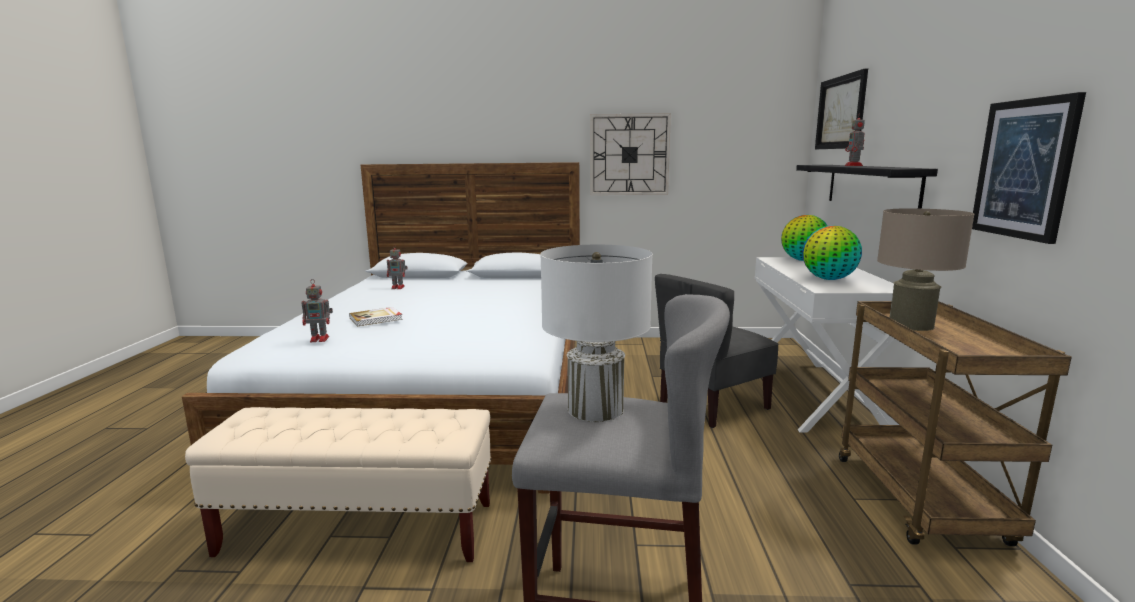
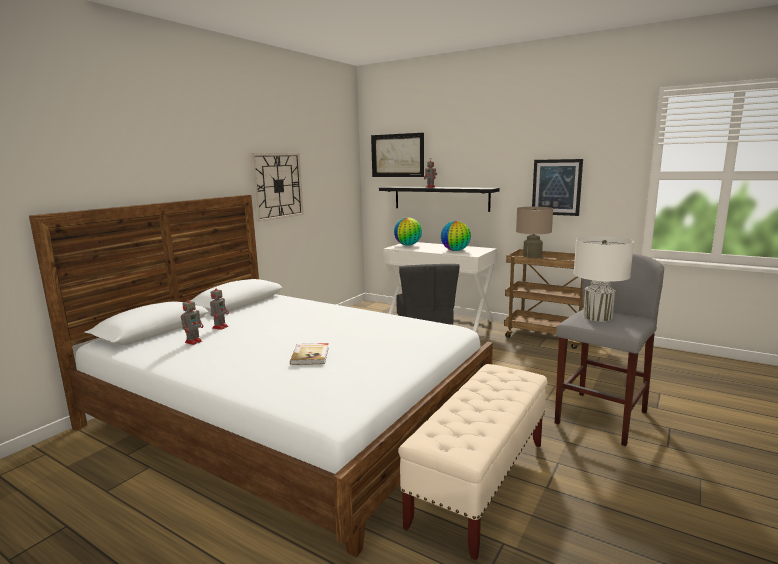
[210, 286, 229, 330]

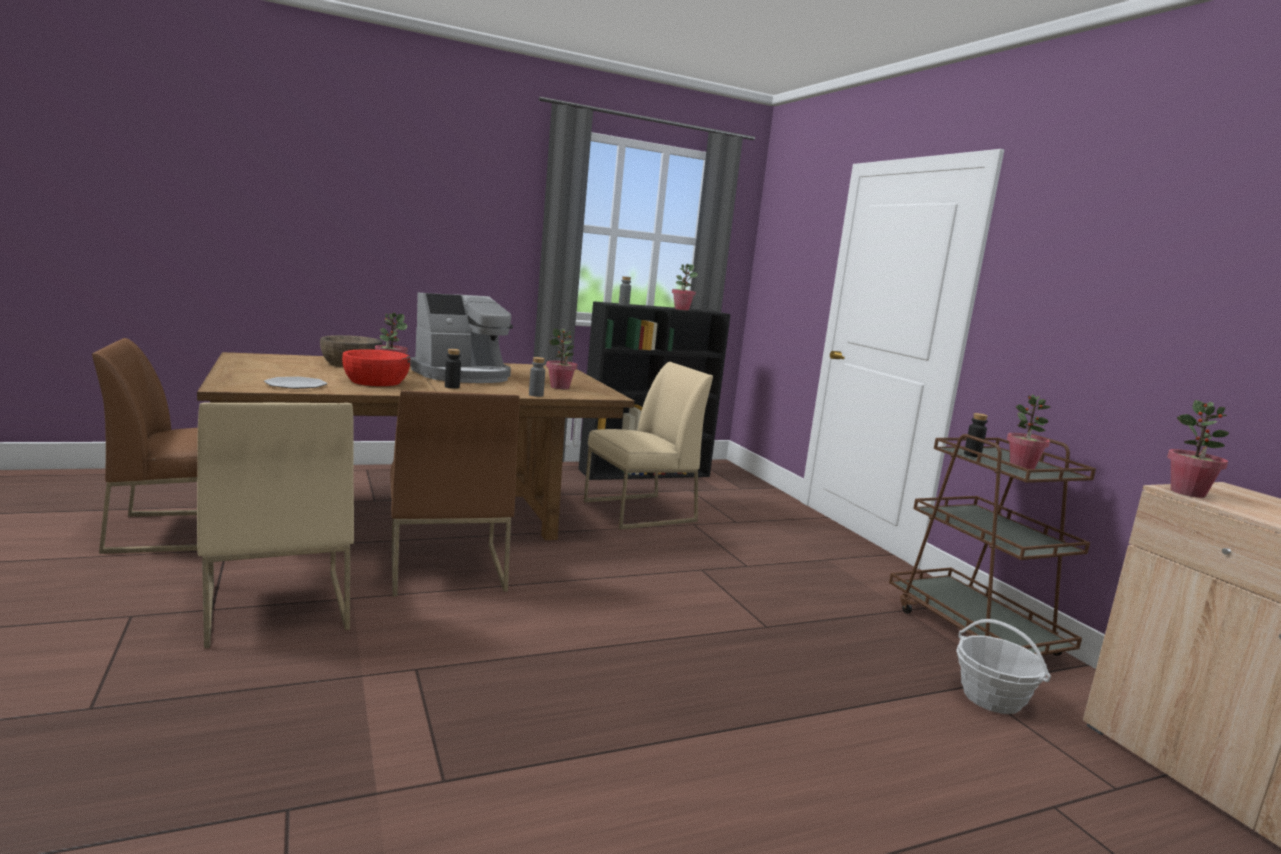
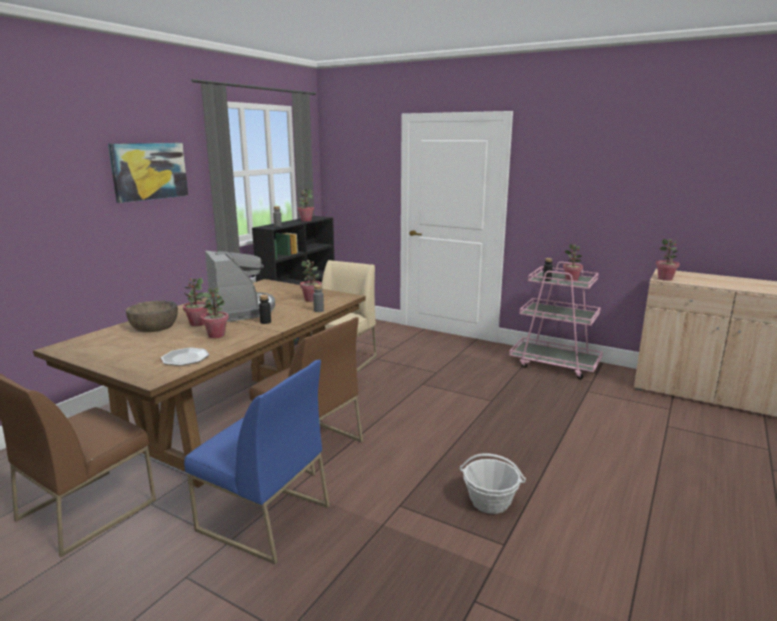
[108, 143, 188, 203]
[460, 453, 526, 514]
[201, 288, 229, 338]
[184, 360, 330, 564]
[509, 262, 603, 380]
[205, 250, 275, 322]

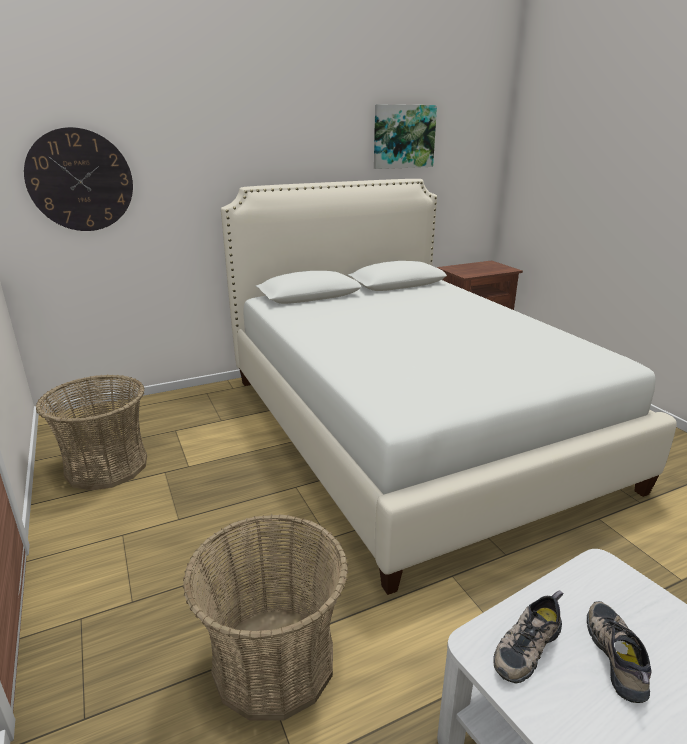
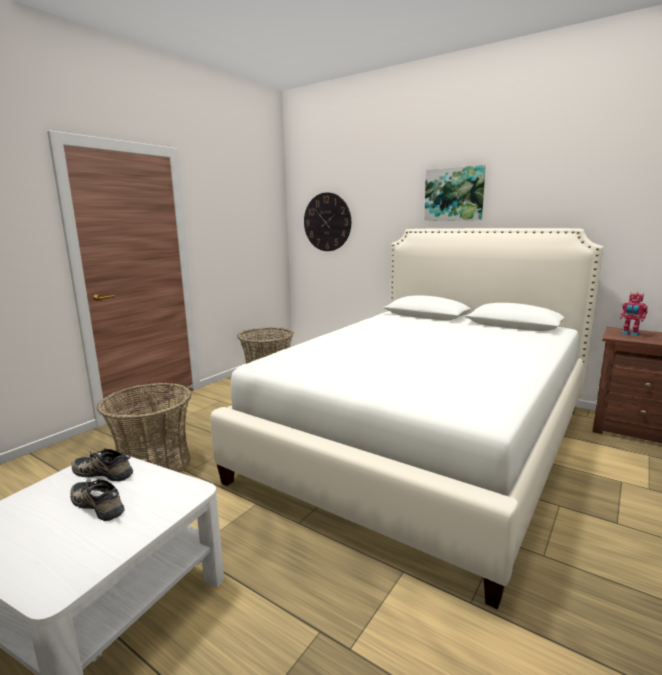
[620, 292, 648, 336]
[424, 165, 486, 221]
[70, 478, 125, 521]

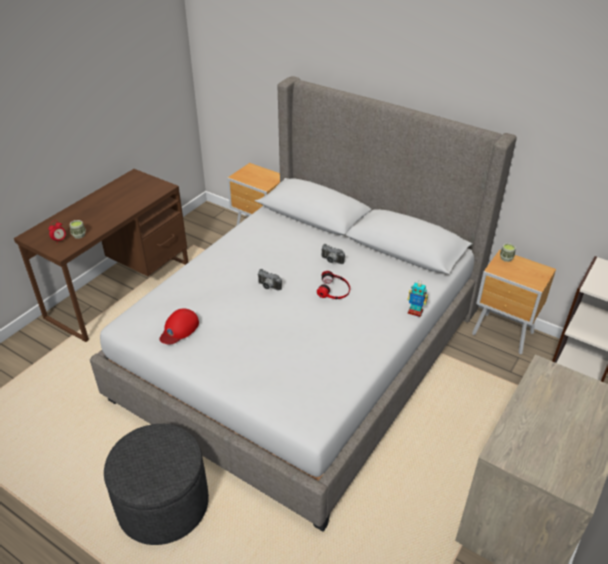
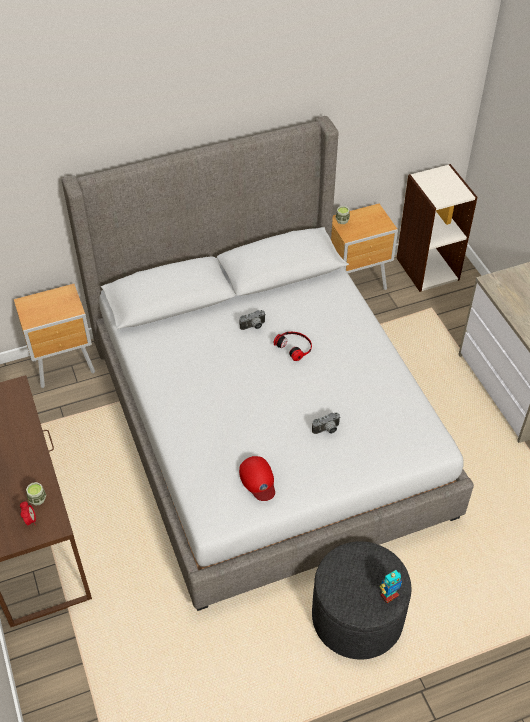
[312, 413, 341, 434]
[379, 570, 402, 603]

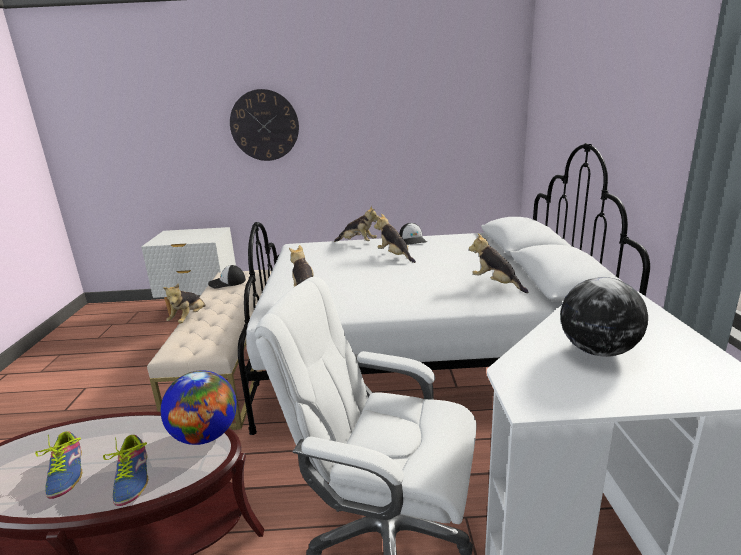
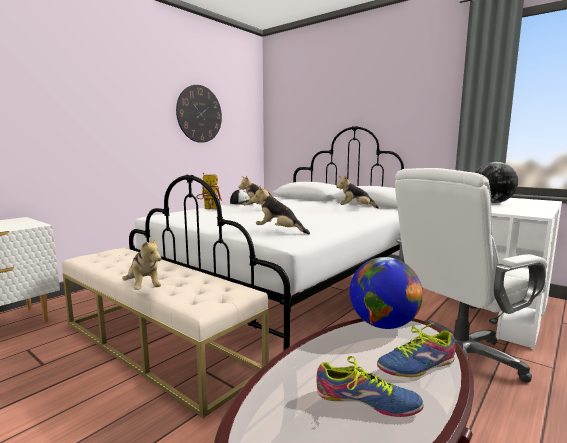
[208, 265, 246, 288] (first image)
[176, 85, 222, 143]
[196, 173, 222, 209]
[377, 322, 455, 377]

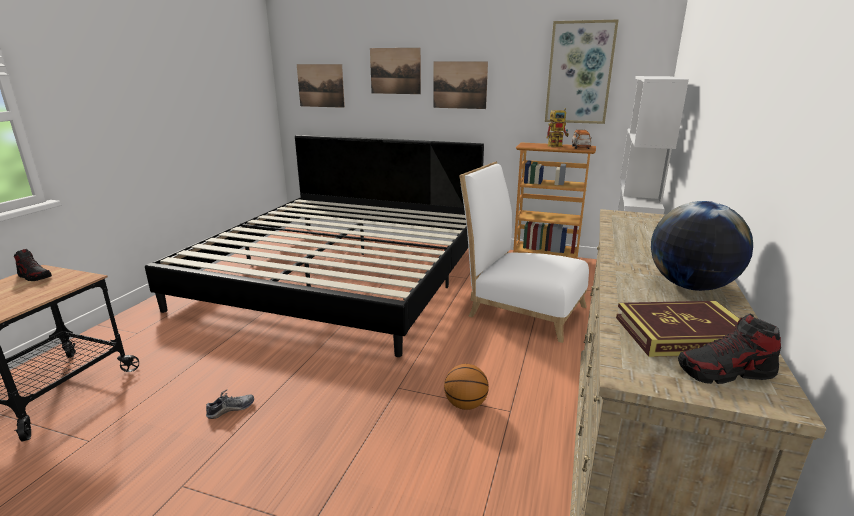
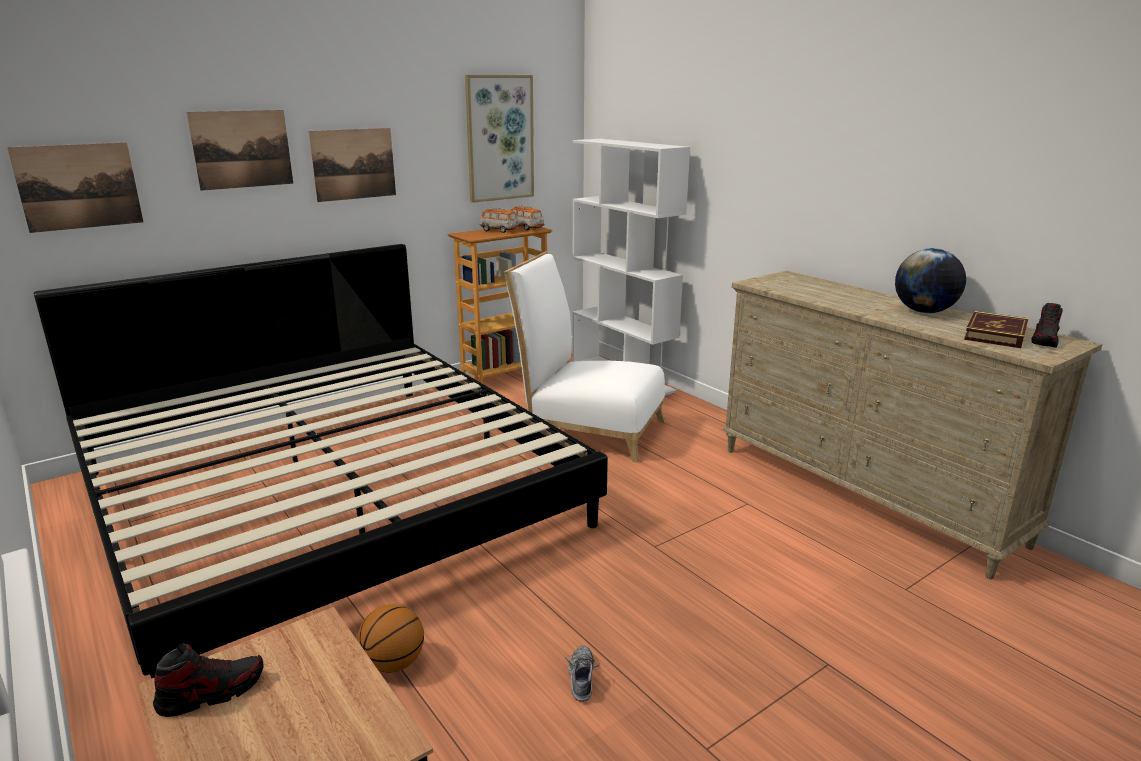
[357, 604, 424, 673]
[480, 207, 519, 233]
[504, 251, 665, 463]

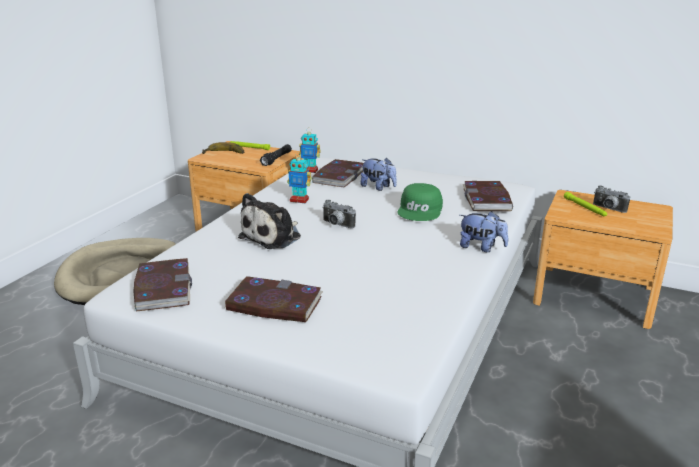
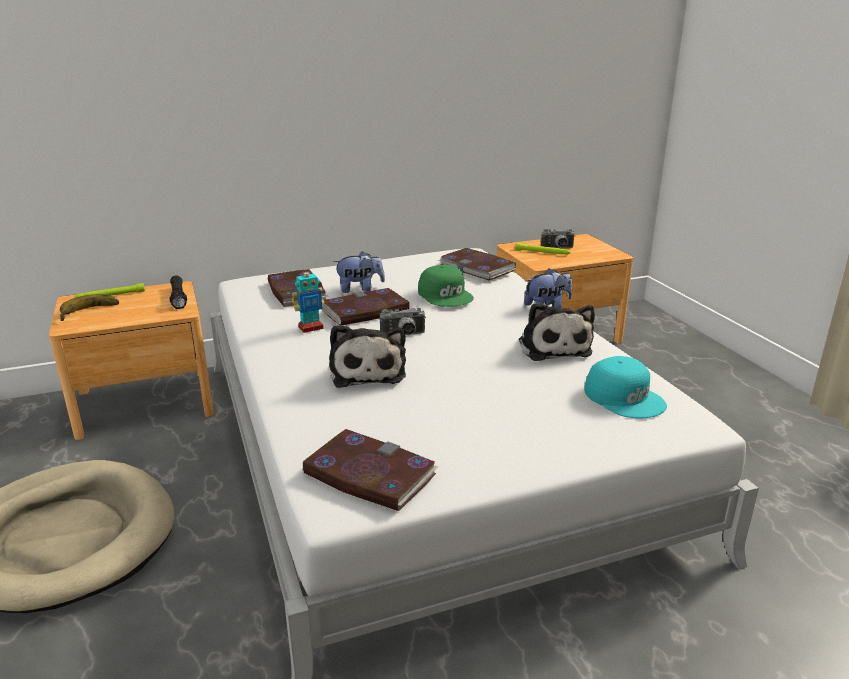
[299, 128, 321, 173] (first image)
[519, 303, 595, 361]
[584, 356, 667, 418]
[321, 288, 410, 326]

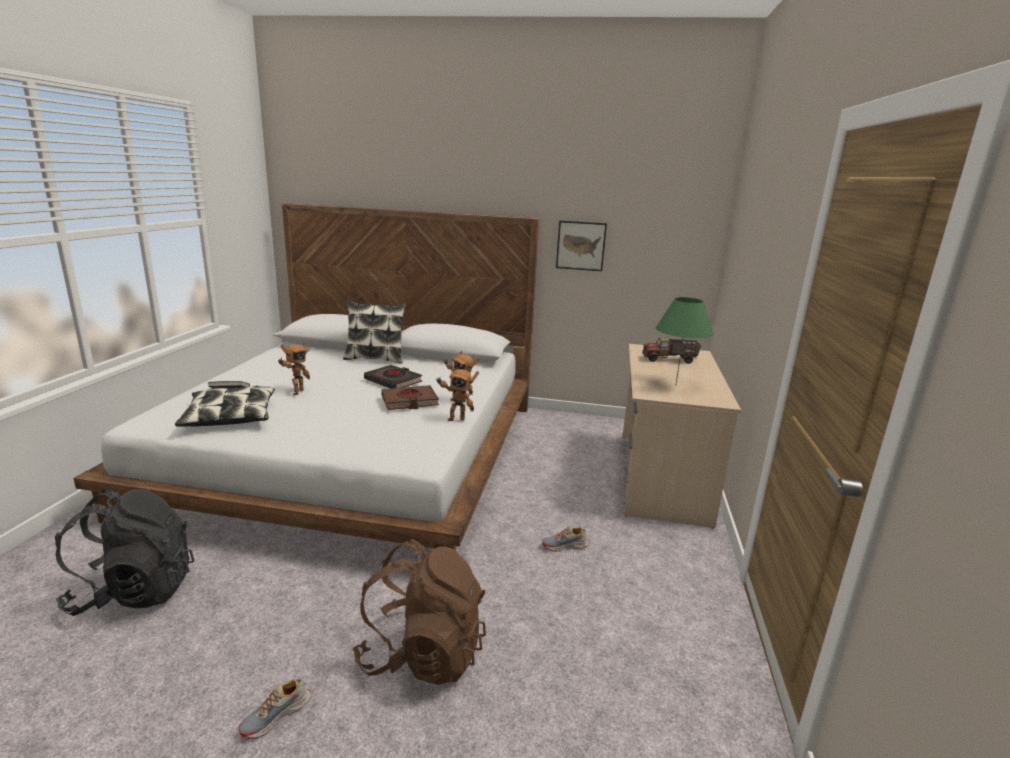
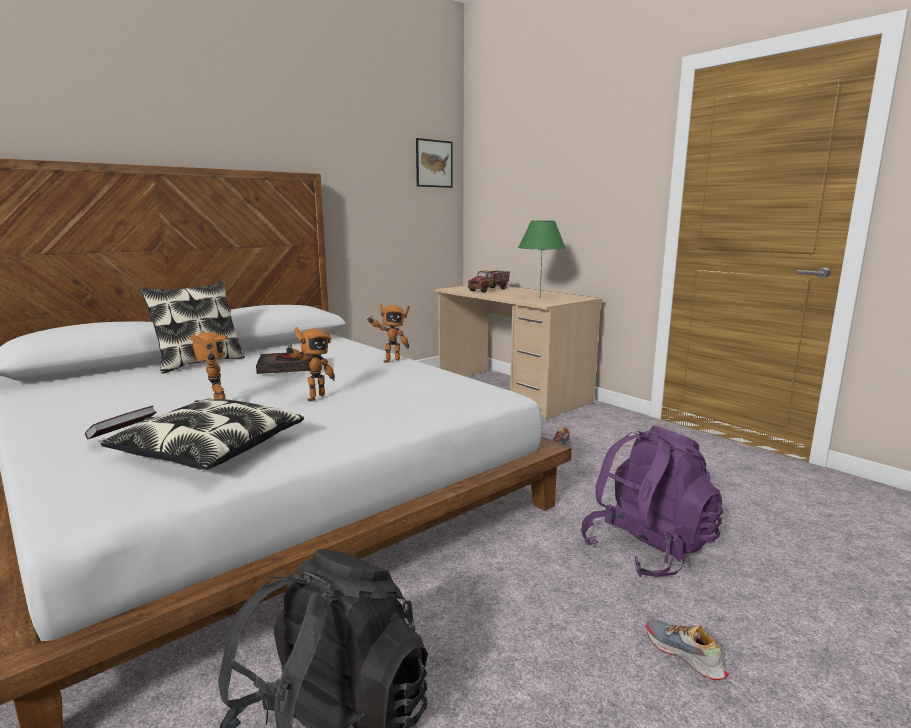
[381, 385, 439, 410] (first image)
[286, 327, 335, 402]
[416, 138, 453, 188]
[580, 426, 723, 577]
[646, 620, 729, 680]

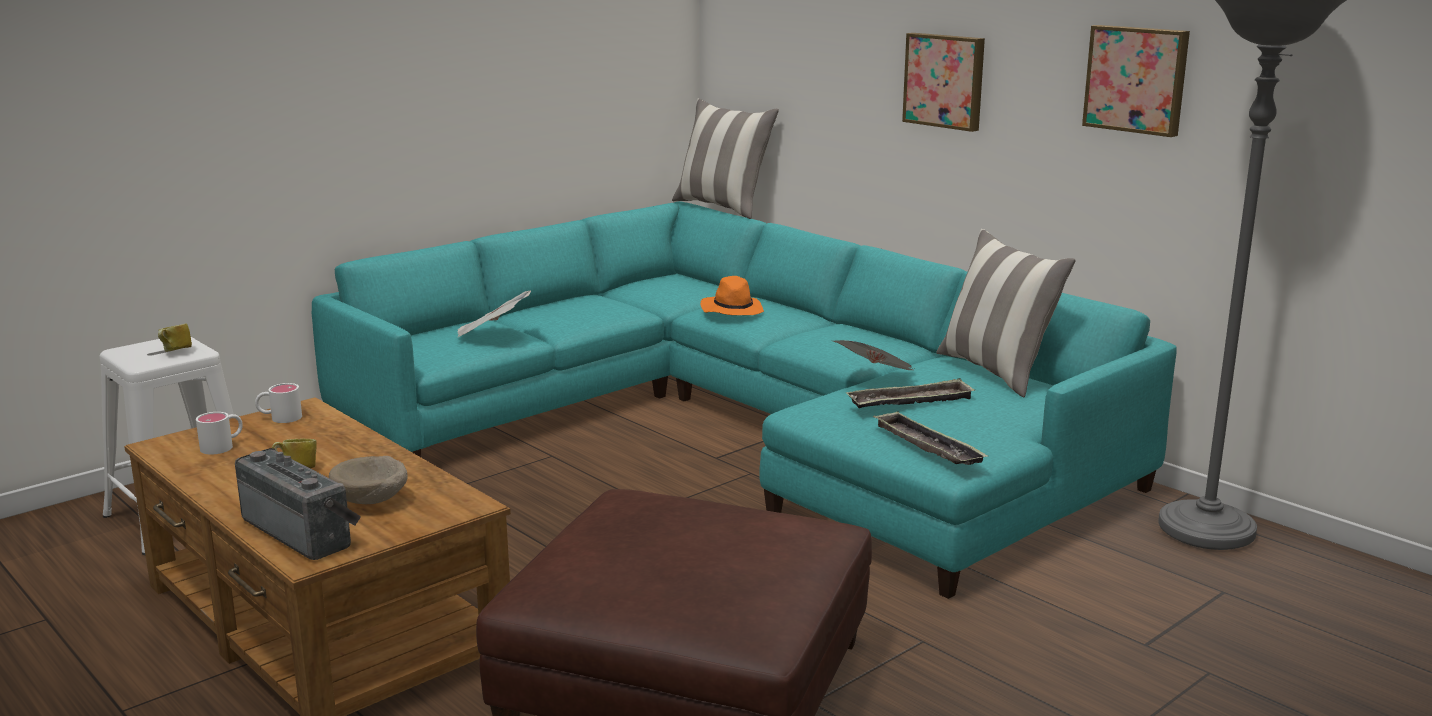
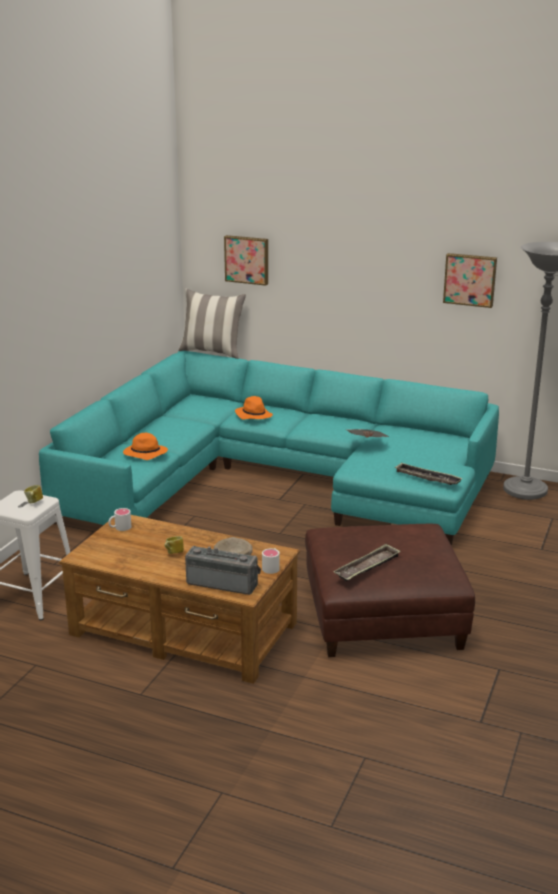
[936, 229, 1076, 397] (first image)
[262, 548, 280, 574]
[333, 543, 401, 581]
[224, 235, 268, 286]
[123, 433, 168, 460]

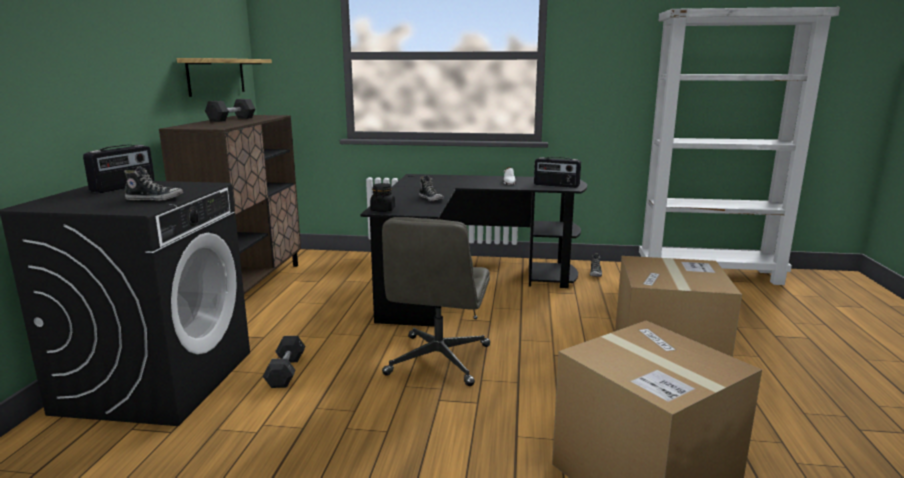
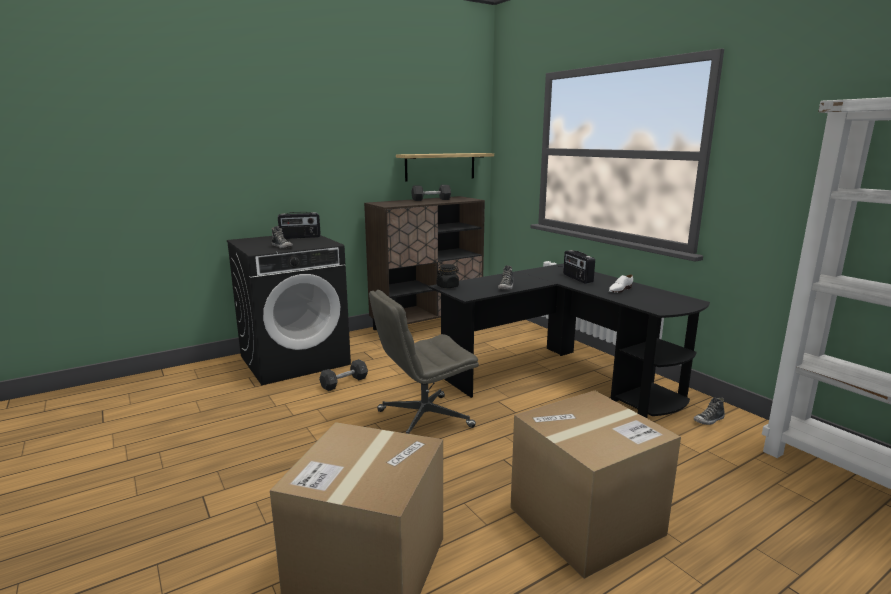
[563, 250, 595, 284]

